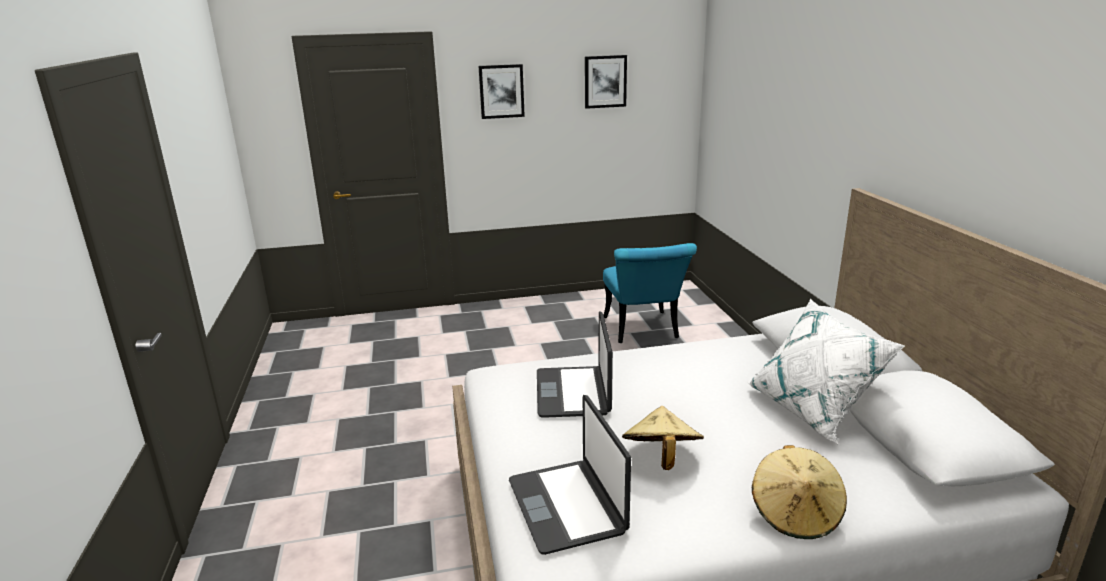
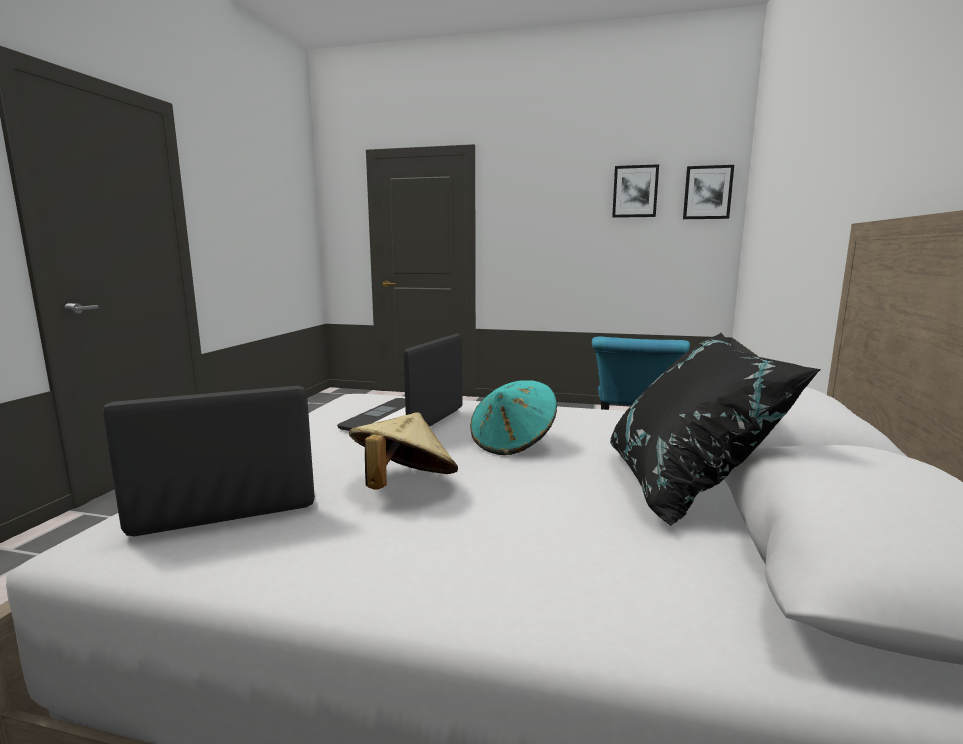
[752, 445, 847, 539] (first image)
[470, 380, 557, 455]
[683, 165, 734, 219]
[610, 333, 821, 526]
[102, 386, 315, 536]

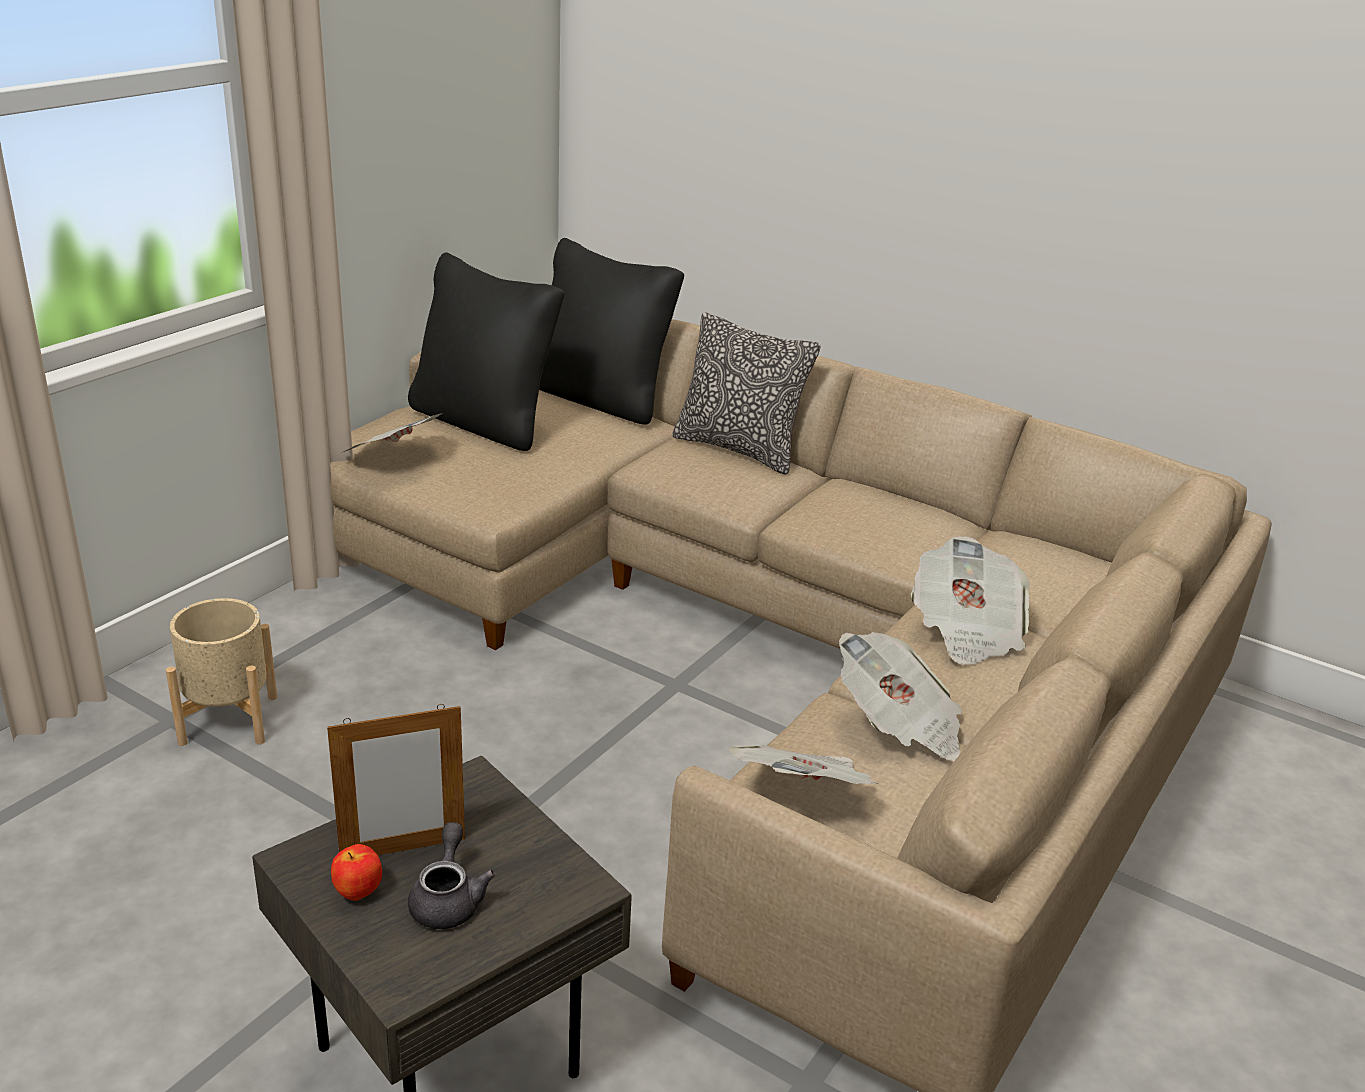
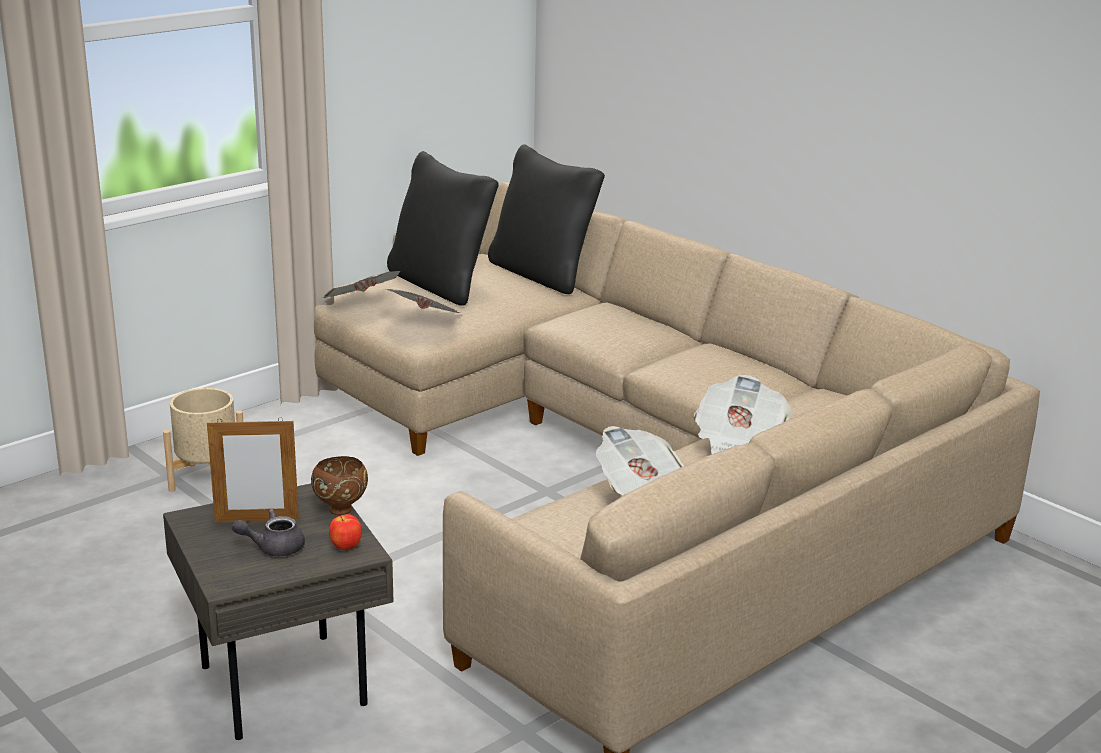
[672, 312, 821, 474] (first image)
[311, 456, 368, 515]
[329, 514, 362, 550]
[386, 289, 463, 313]
[232, 509, 305, 556]

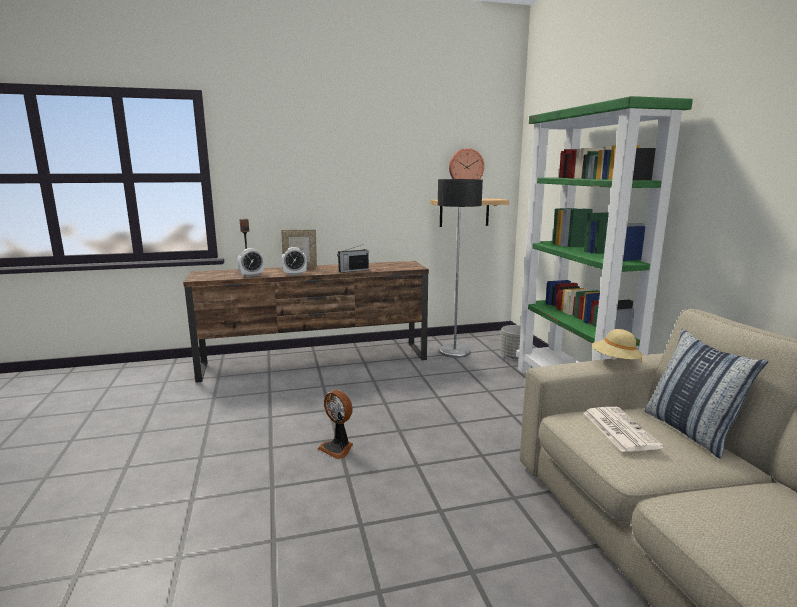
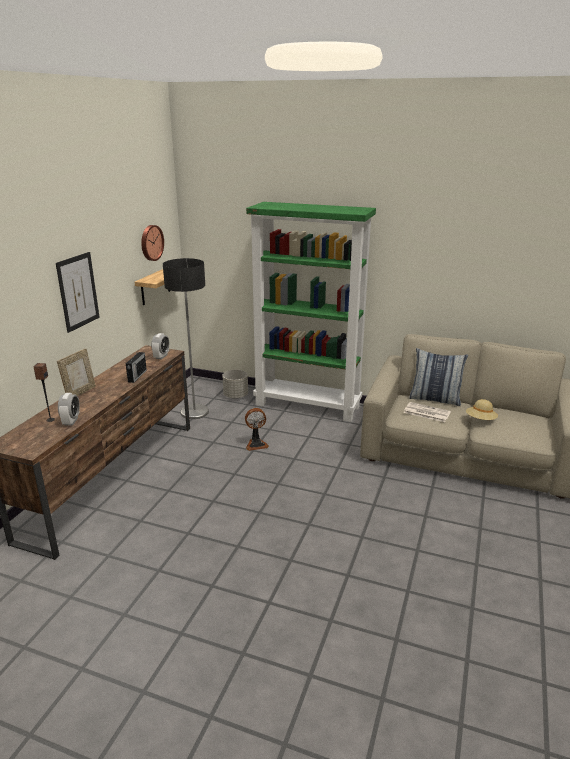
[56, 252, 100, 333]
[151, 333, 169, 360]
[245, 408, 269, 451]
[466, 399, 498, 420]

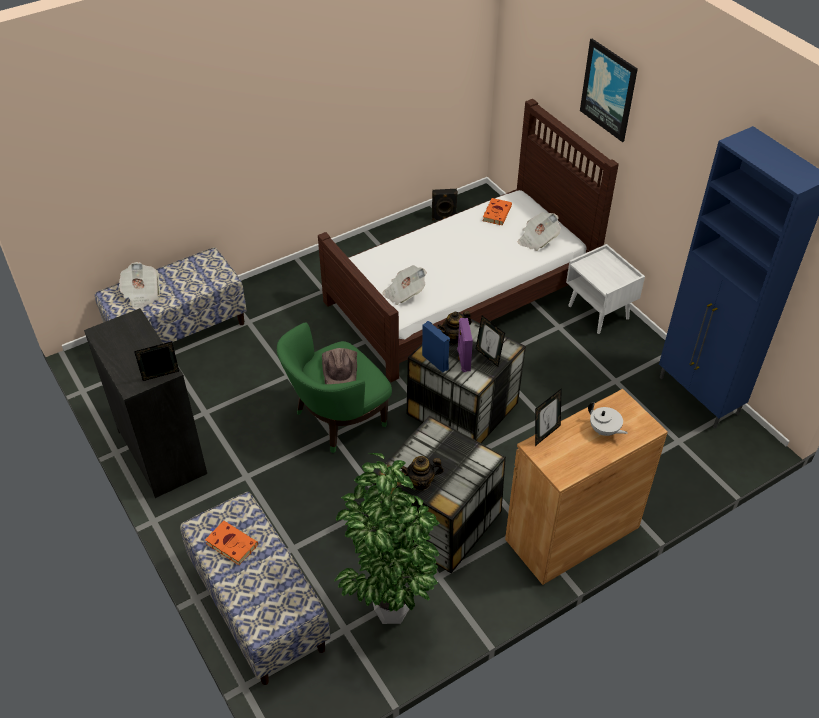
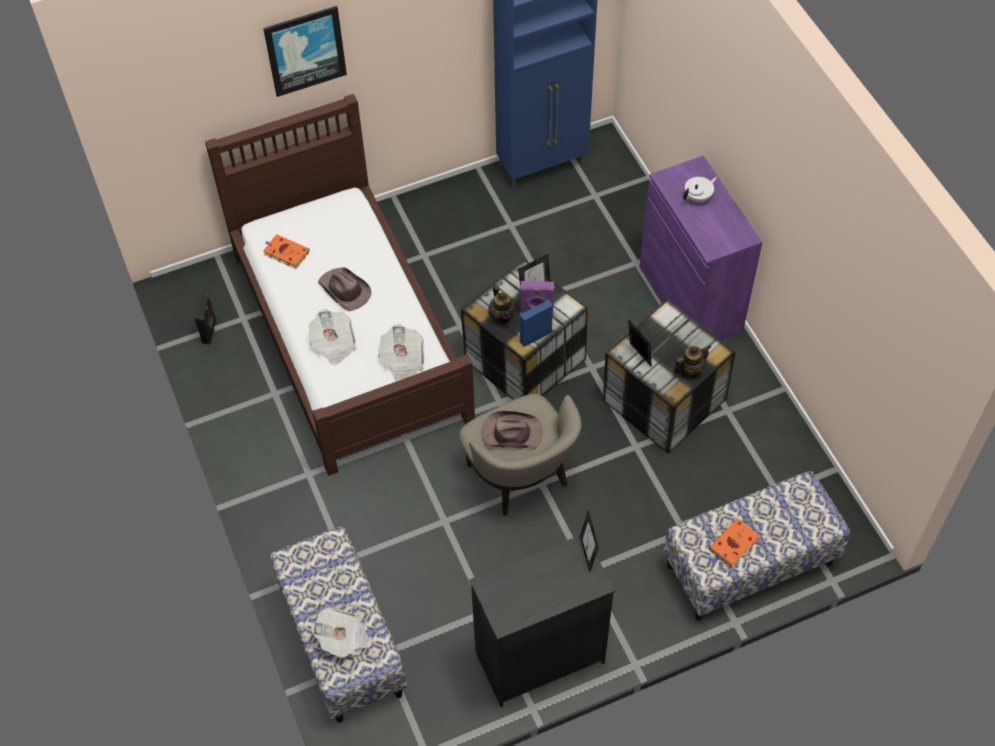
[334, 453, 439, 624] (first image)
[566, 244, 645, 334] (first image)
[318, 267, 371, 311]
[308, 309, 357, 365]
[628, 319, 652, 367]
[459, 394, 582, 516]
[639, 156, 763, 340]
[673, 345, 711, 378]

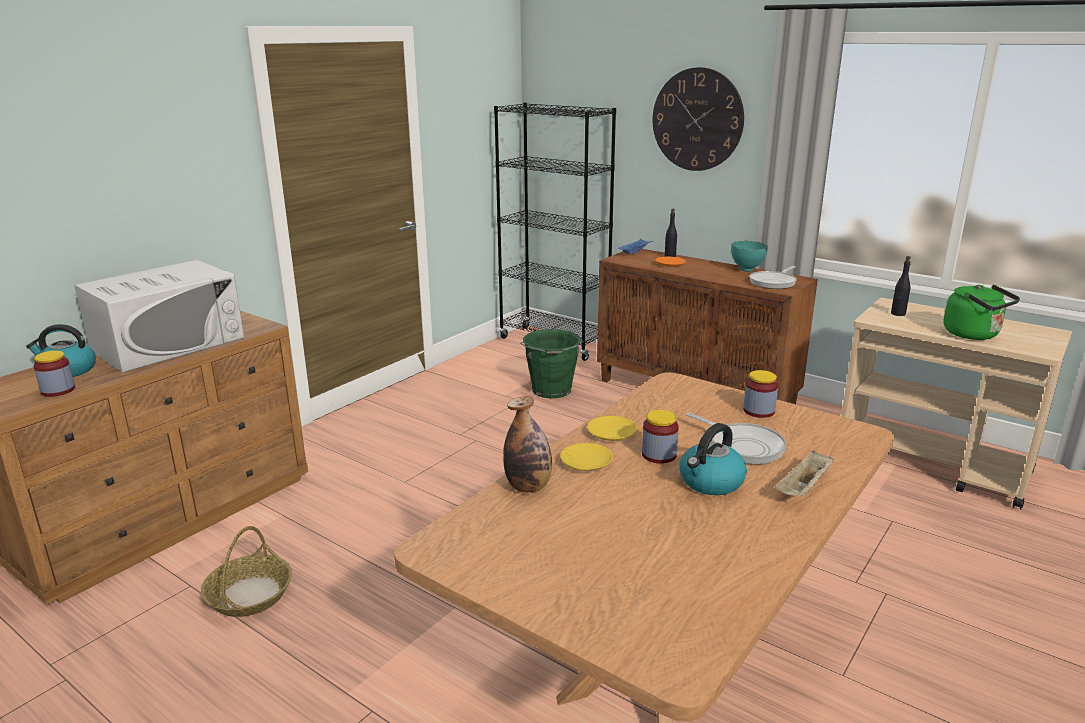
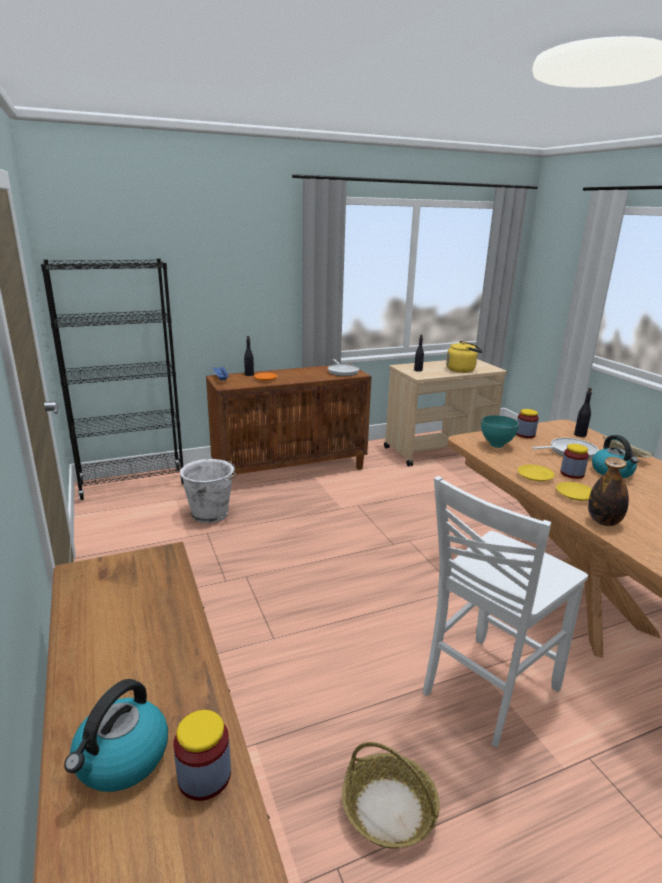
[74, 260, 244, 373] (first image)
[652, 67, 744, 171] (first image)
[423, 476, 588, 747]
[574, 387, 592, 437]
[481, 415, 519, 448]
[180, 459, 237, 523]
[446, 341, 483, 373]

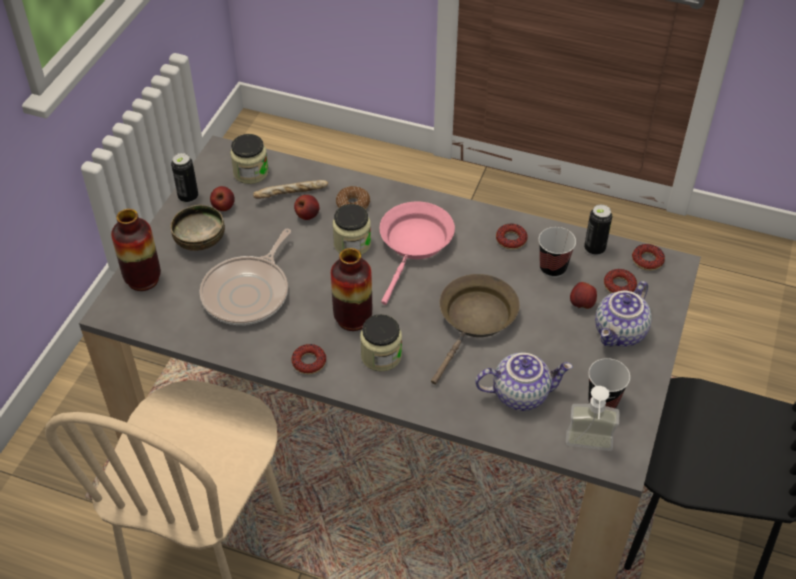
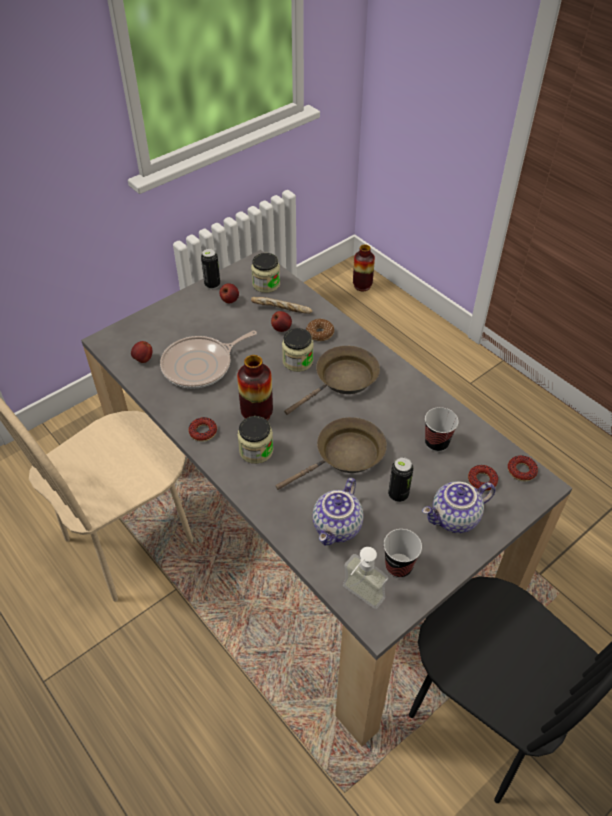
[170, 205, 225, 251] (first image)
[496, 224, 527, 250] (first image)
[353, 245, 375, 291]
[131, 341, 153, 363]
[388, 457, 413, 502]
[284, 346, 380, 415]
[312, 478, 363, 546]

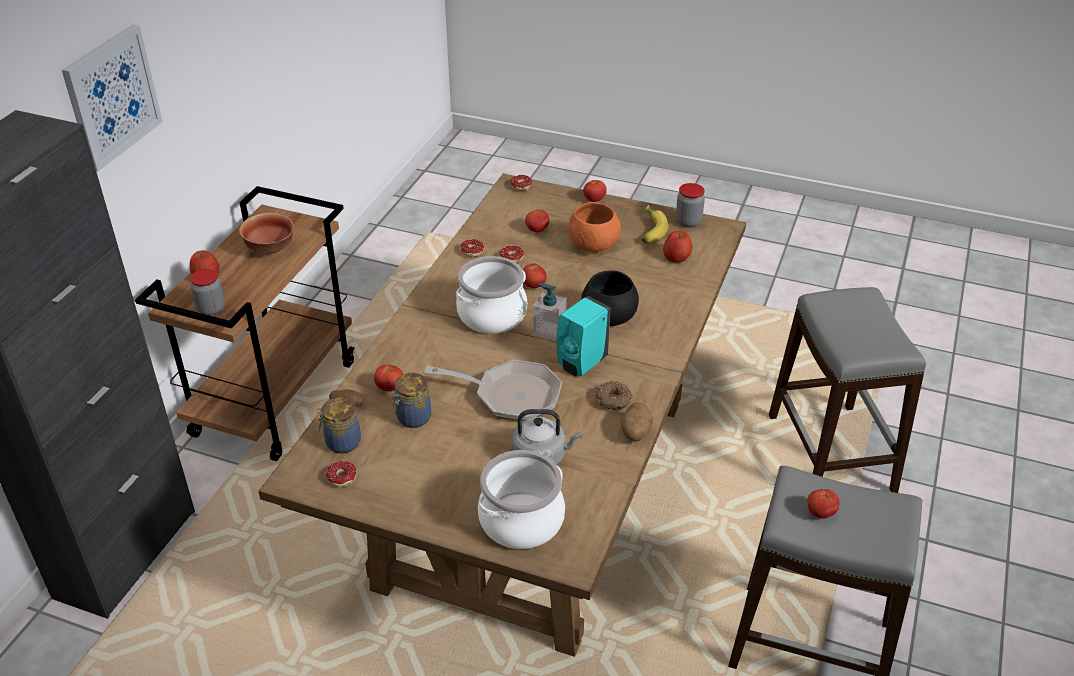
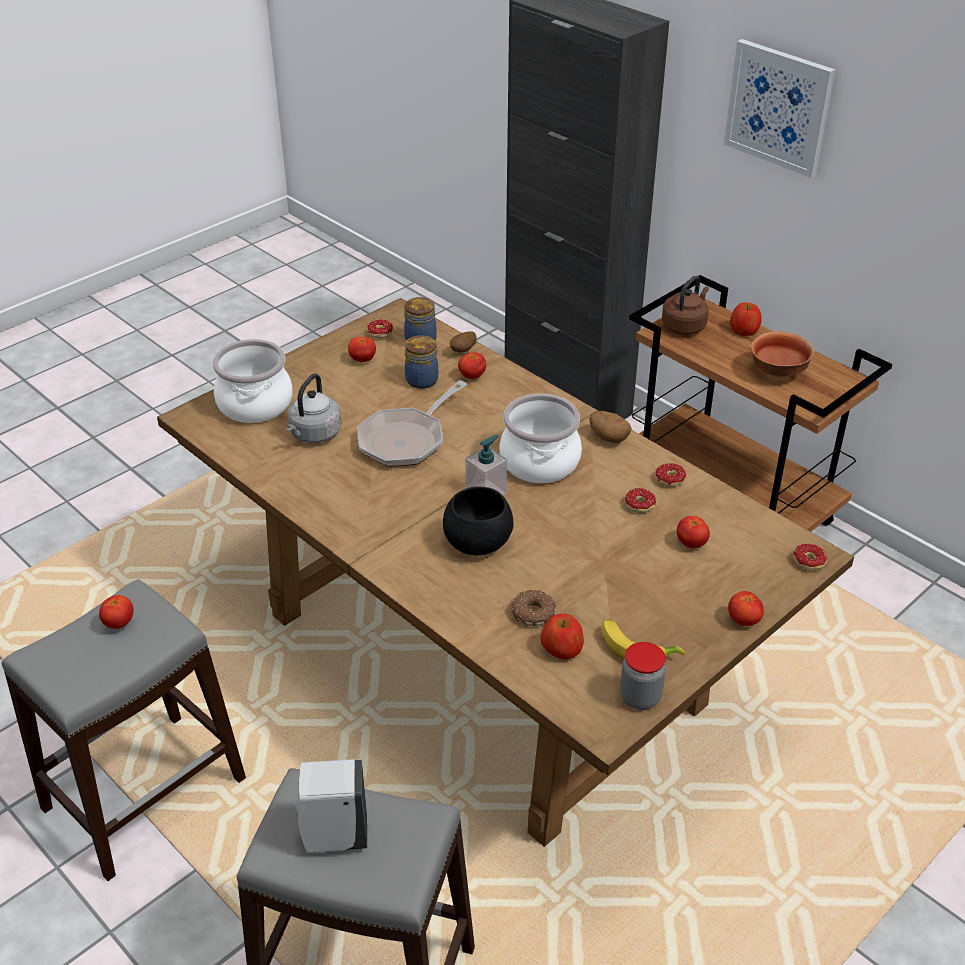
[557, 296, 610, 376] (first image)
[568, 202, 621, 252] (first image)
[295, 759, 367, 853]
[348, 337, 376, 362]
[510, 590, 556, 626]
[589, 411, 632, 443]
[662, 276, 709, 335]

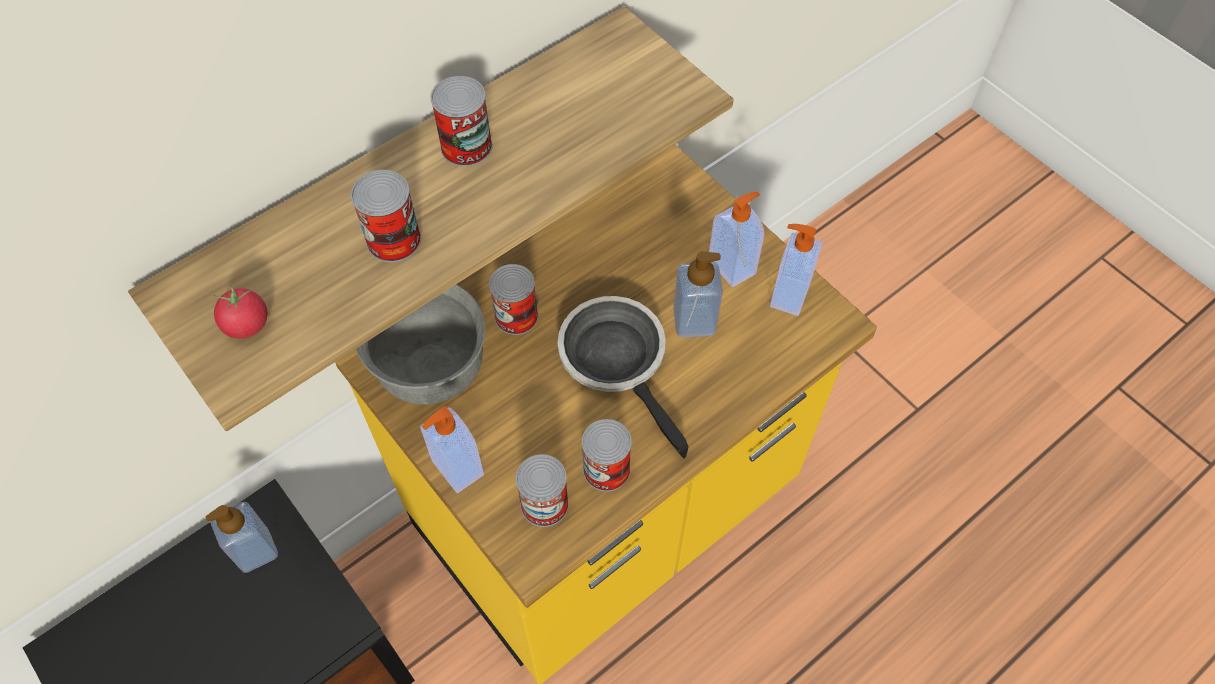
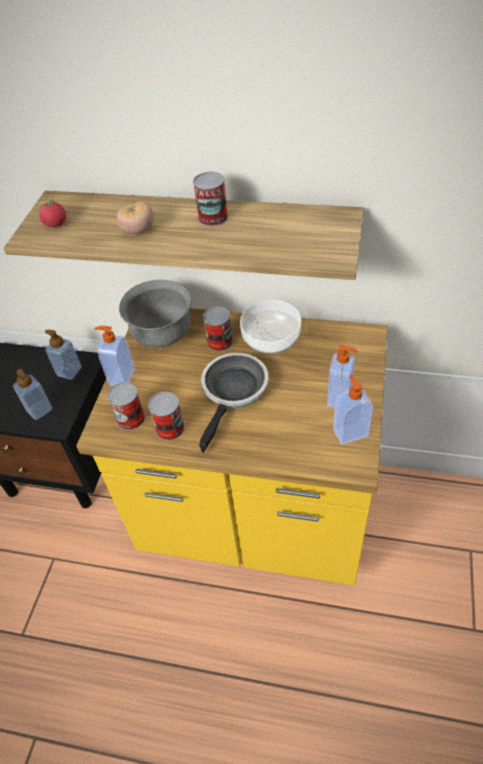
[240, 300, 301, 354]
[13, 369, 52, 420]
[116, 201, 154, 234]

